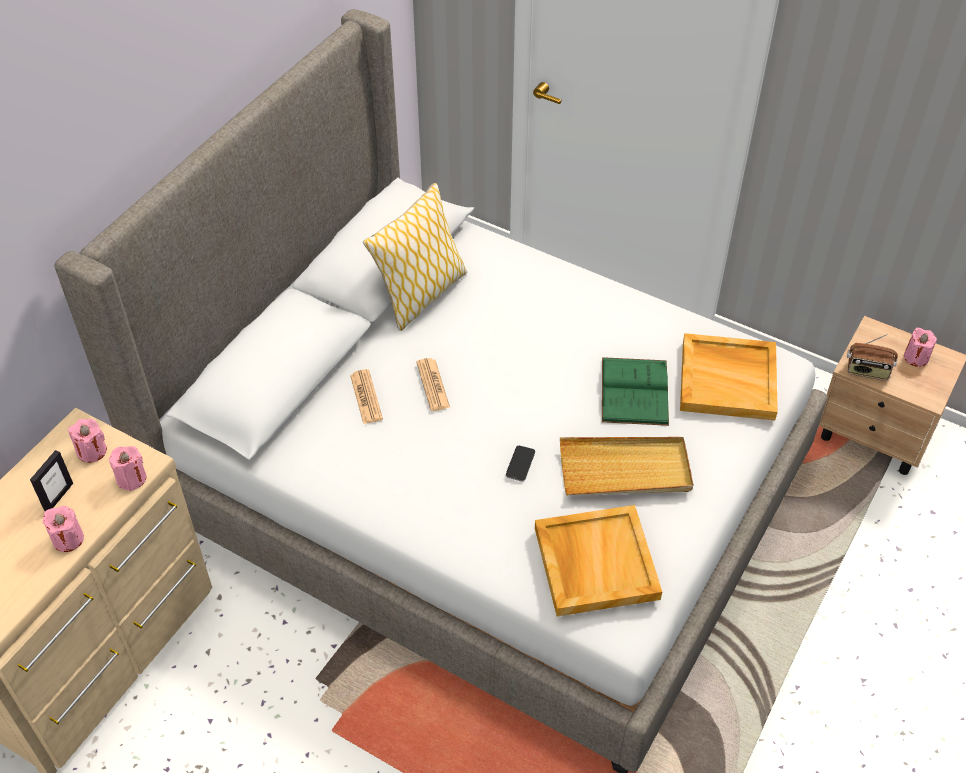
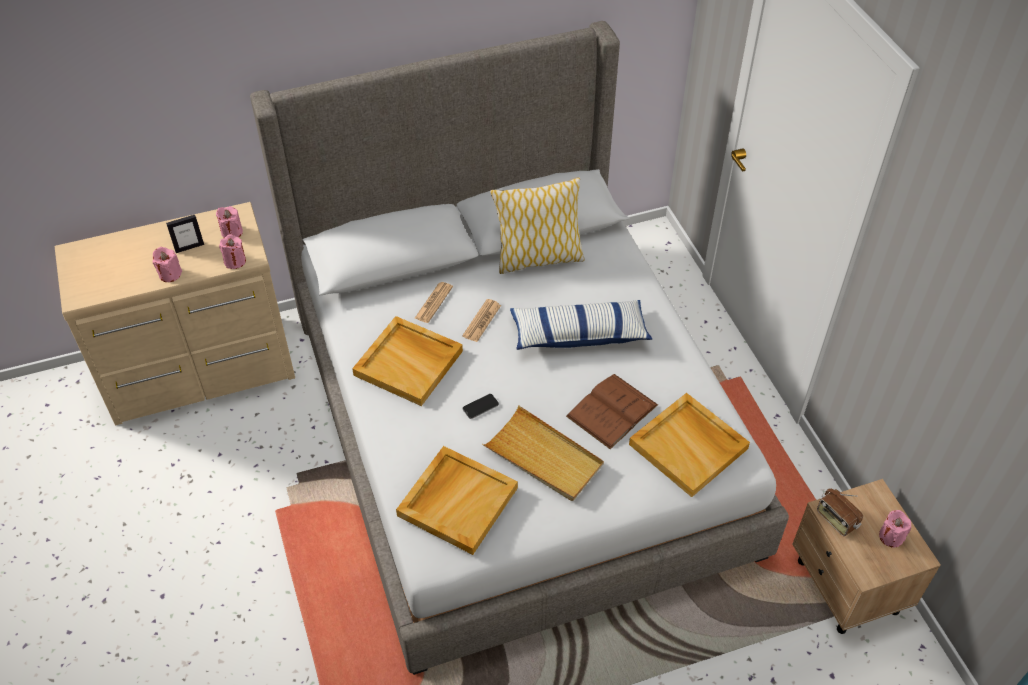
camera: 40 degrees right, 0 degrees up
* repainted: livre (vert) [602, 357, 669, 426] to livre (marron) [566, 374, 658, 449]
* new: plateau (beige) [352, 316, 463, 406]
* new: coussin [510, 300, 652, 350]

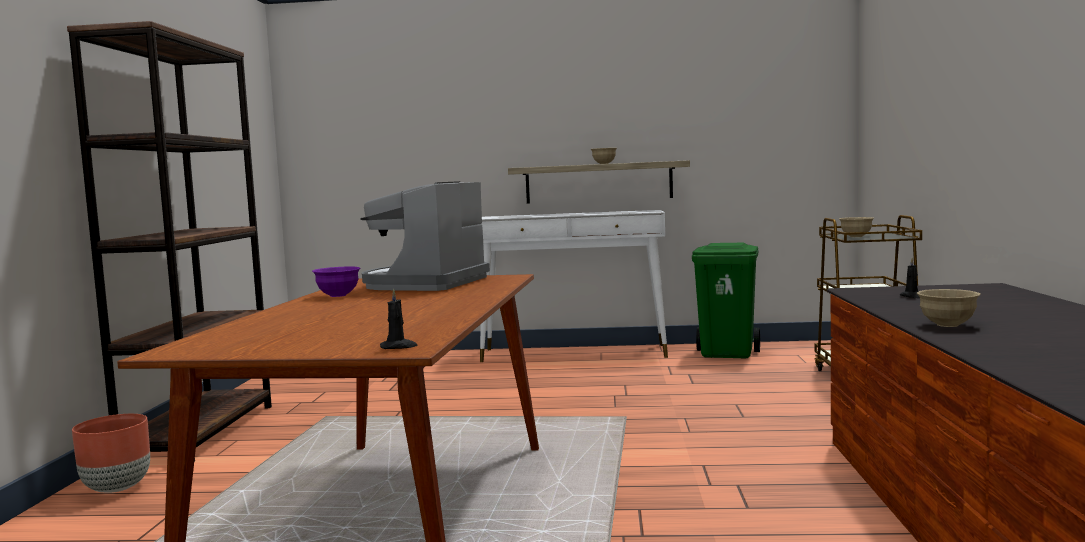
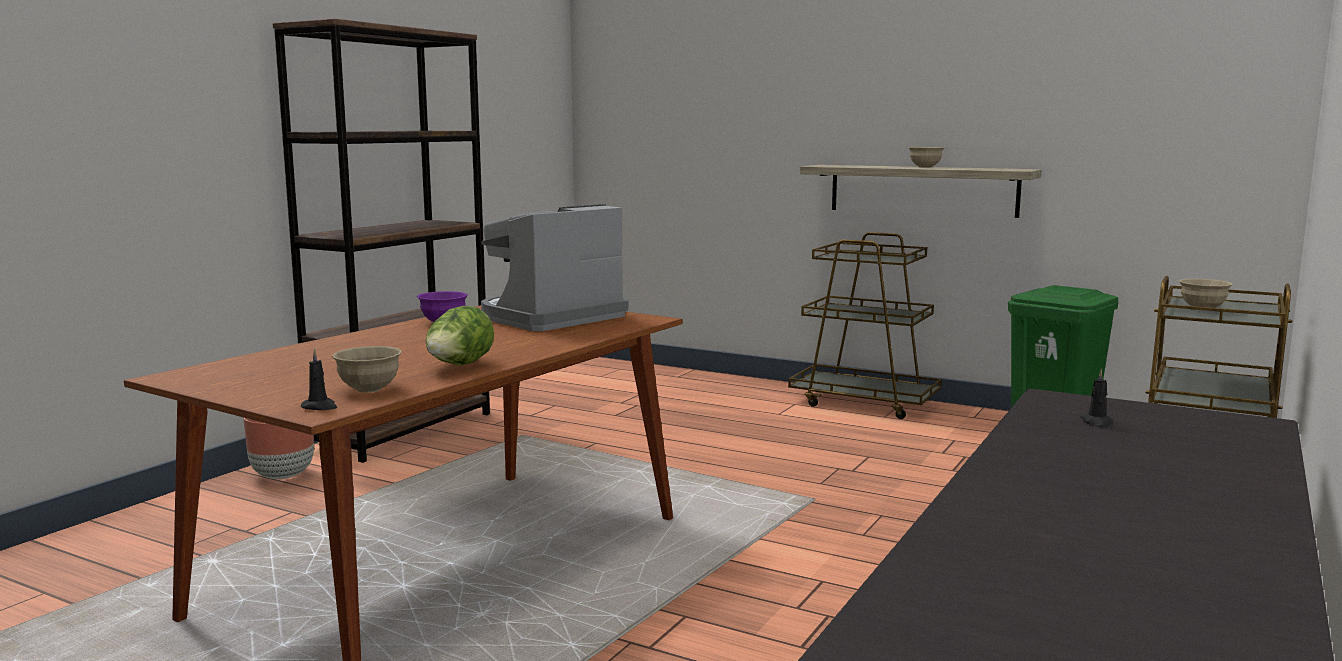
camera: 25 degrees right, 5 degrees up
* swapped: table console (blanc) [480, 210, 668, 362] to chariot (marron) [788, 232, 942, 419]
* shifted: bol (beige) [917, 289, 981, 327] to [332, 346, 402, 393]
* new: laitue [425, 306, 494, 365]

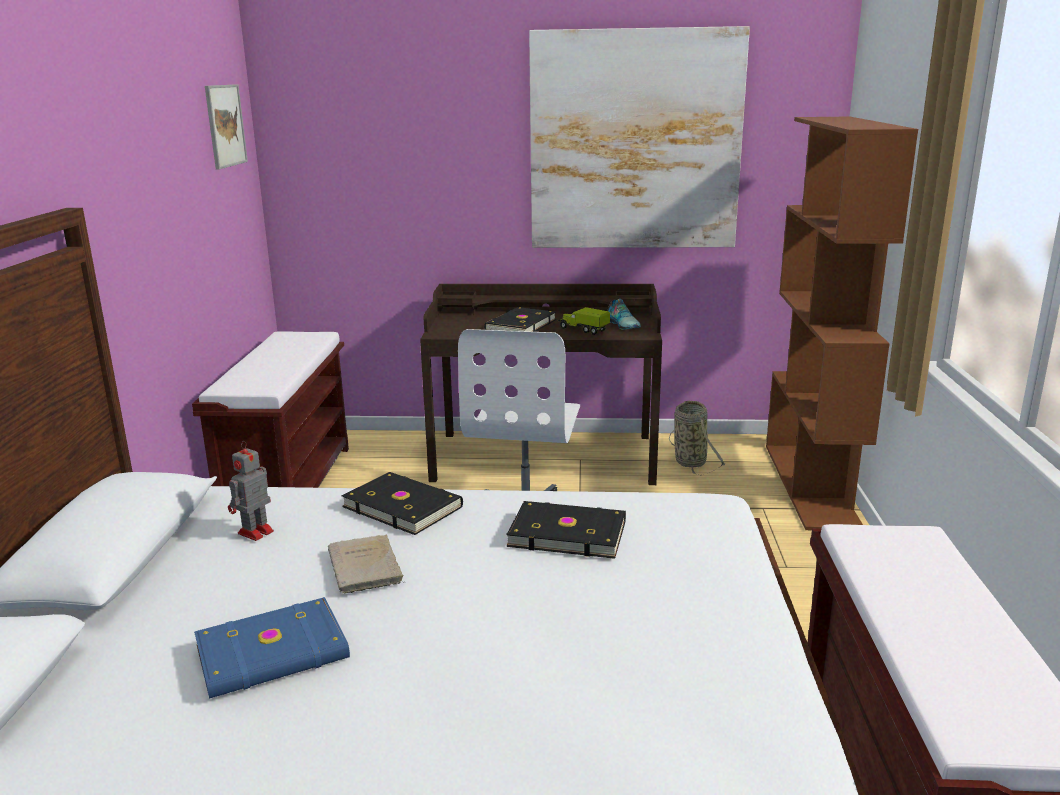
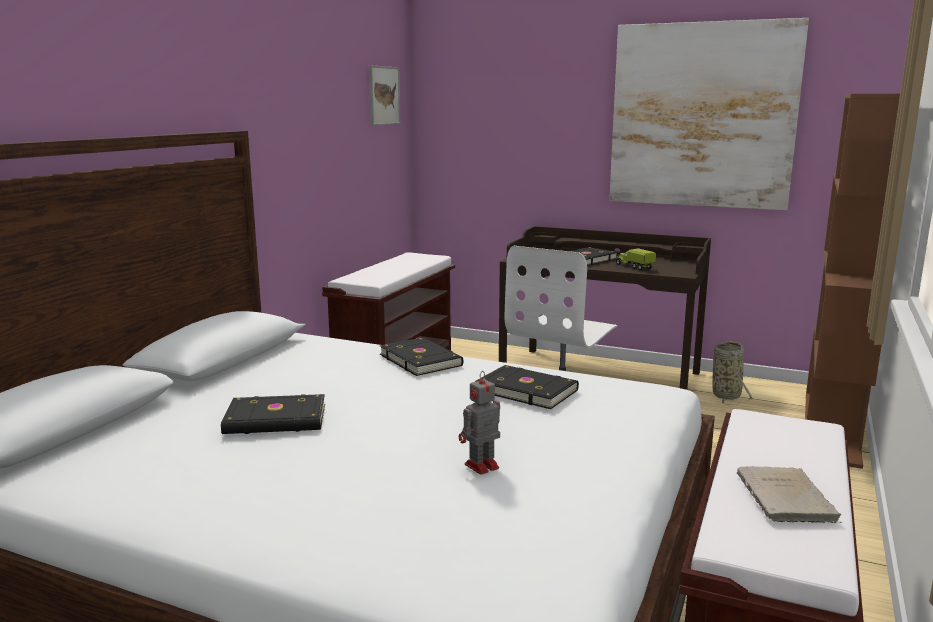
camera: 20 degrees right, 5 degrees down
* repainted: livre (bleu) [194, 597, 350, 699] to livre (noir) [221, 394, 325, 434]
* shifted: robot jouet [228, 441, 274, 541] to [459, 371, 500, 475]
* shifted: livre (beige) [328, 535, 404, 594] to [737, 466, 843, 523]
* gone: chaussure [607, 299, 641, 329]

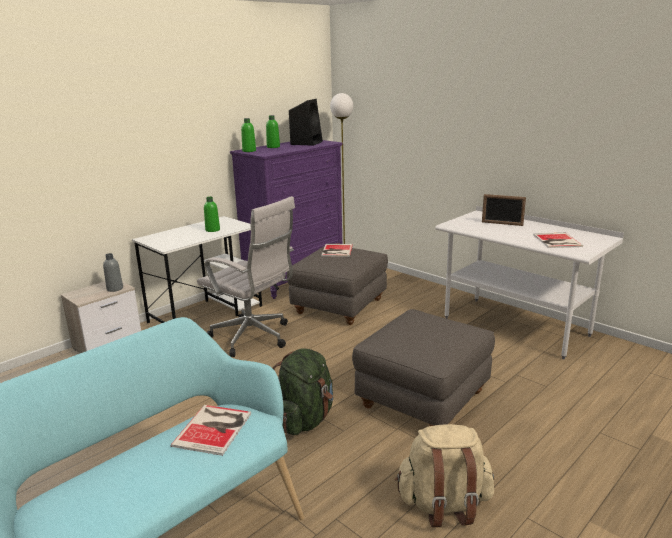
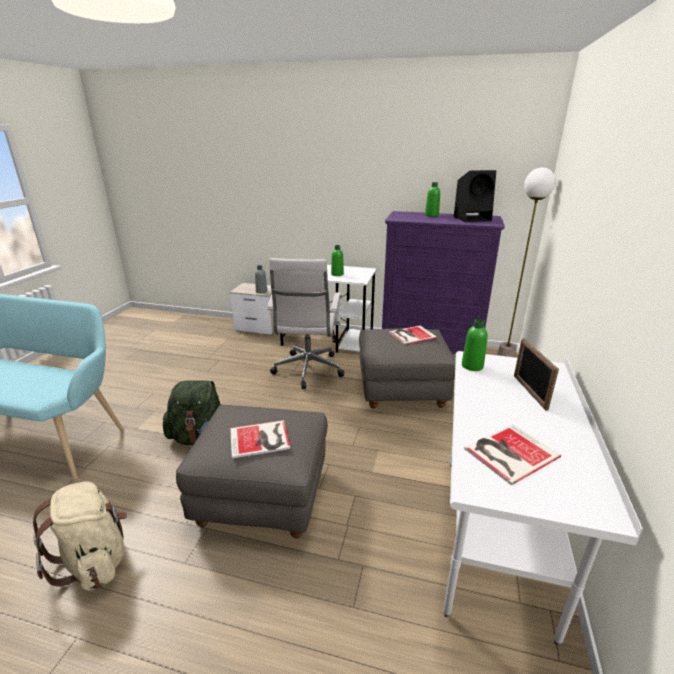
camera: 60 degrees right, 5 degrees up
* shifted: livre [171, 405, 251, 456] to [230, 420, 290, 458]
* shifted: bouteille (vert) [241, 118, 256, 152] to [462, 319, 488, 371]

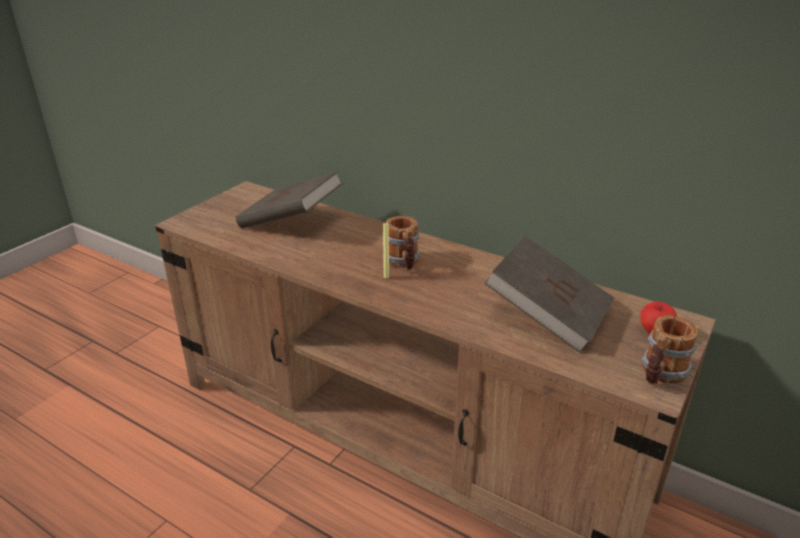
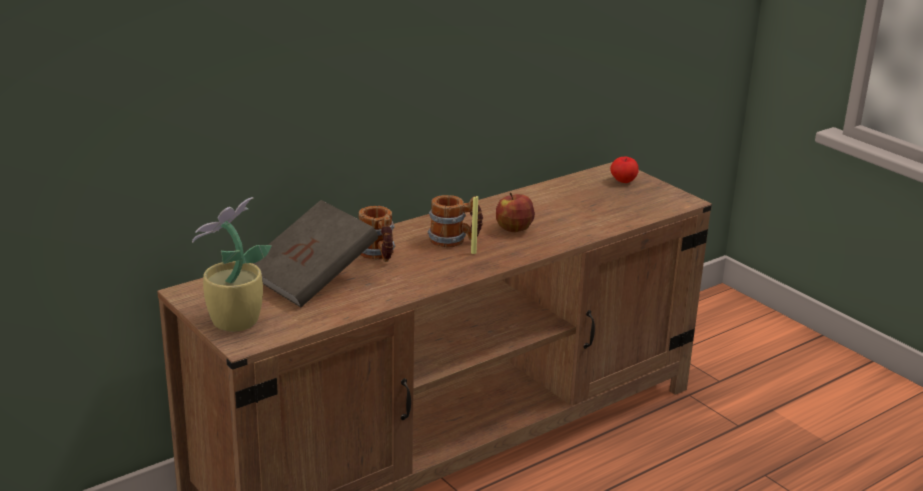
camera: 70 degrees left, 5 degrees down
* gone: livre (marron) [484, 235, 614, 353]
* shifted: mug [642, 315, 698, 385] to [359, 206, 395, 262]
* new: plante en pot [192, 197, 272, 332]
* new: pomme [496, 192, 535, 232]

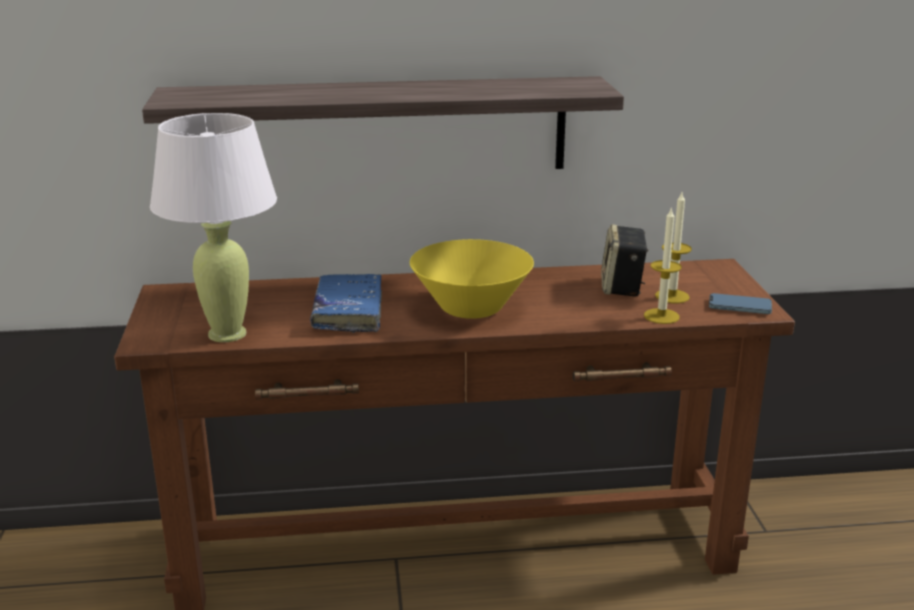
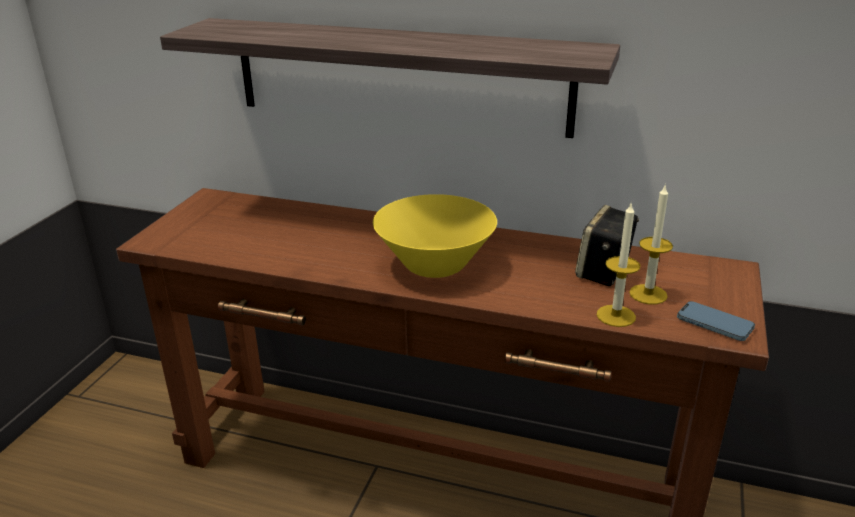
camera: 25 degrees right, 5 degrees up
* gone: lampe de table (blanc) [150, 113, 277, 342]
* gone: livre (bleu) [310, 274, 382, 333]

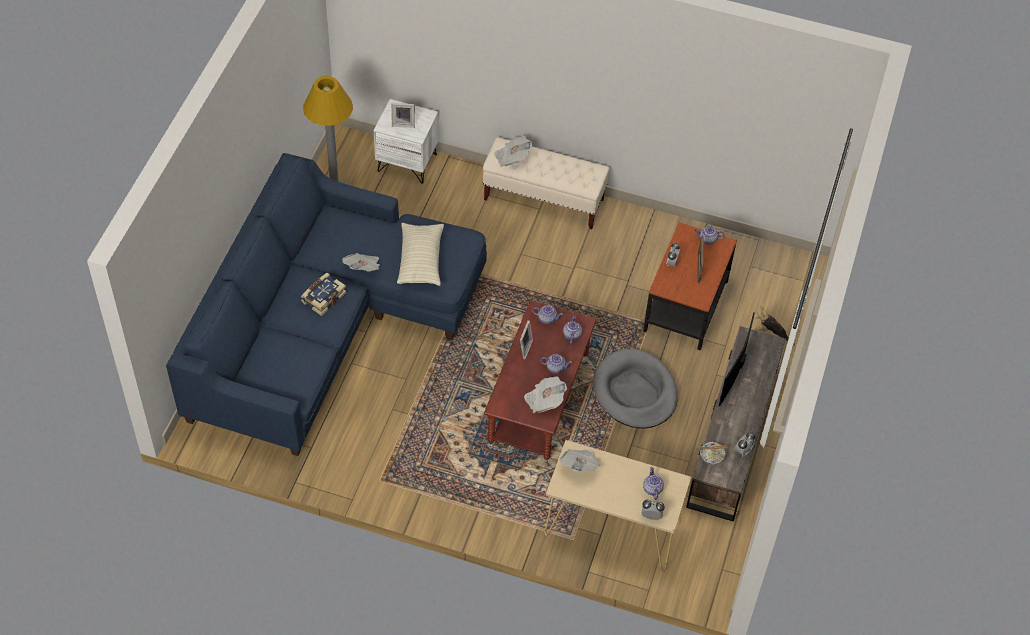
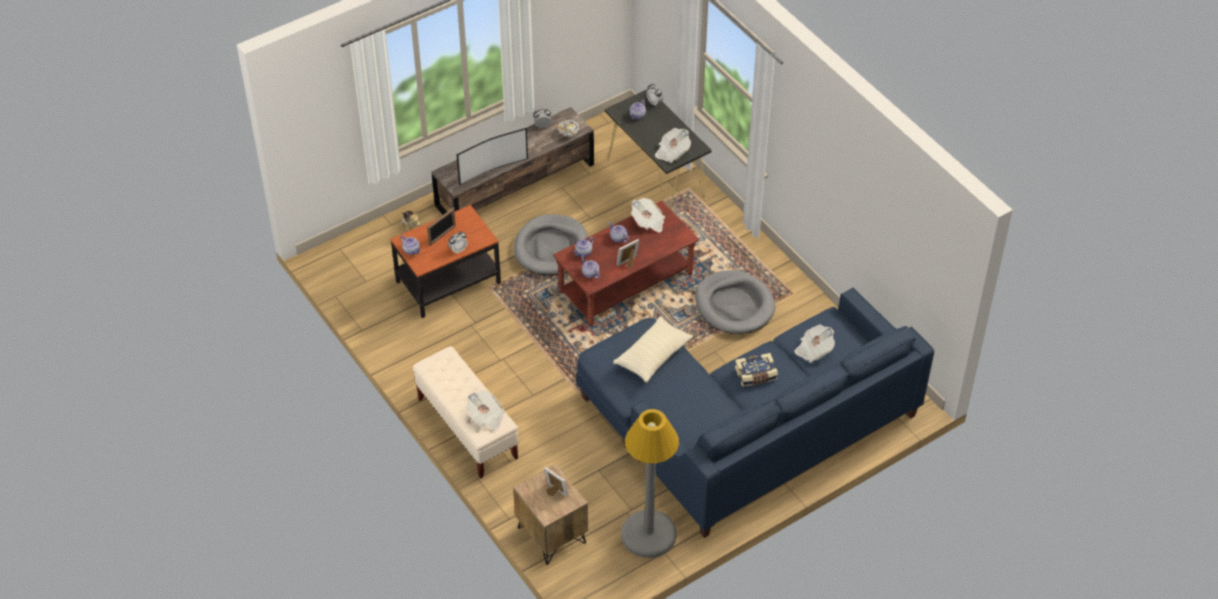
camera: 140 degrees left, 5 degrees down
* shifted: journal [342, 253, 380, 272] to [795, 324, 835, 363]
* repainted: table de chevet (blanc) [374, 99, 438, 184] to table de chevet (marron) [513, 464, 588, 565]
* repainted: table console (beige) [545, 440, 691, 571] to table console (noir) [605, 89, 712, 209]
* new: panier pour chien (gris) [695, 270, 776, 334]

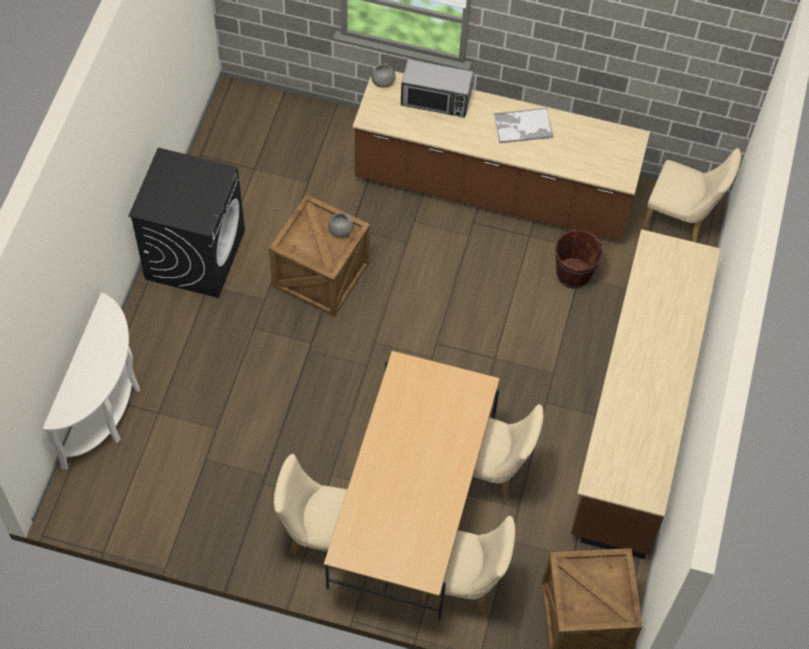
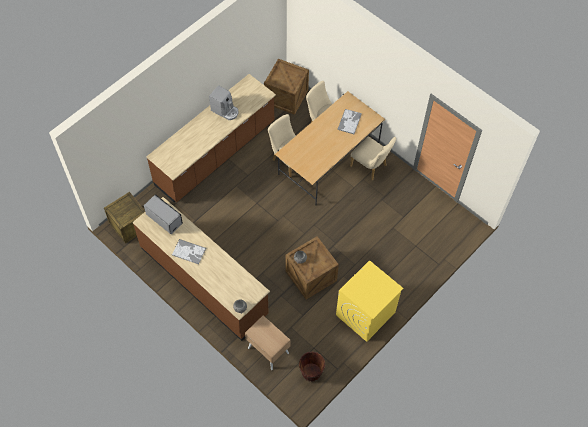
camera: 150 degrees left, 0 degrees up
* gone: table console (blanc) [43, 293, 140, 470]
* repainted: lave-linge (noir) [128, 147, 245, 298] to lave-linge (jaune) [336, 260, 403, 342]
* shifted: micro-ondes [401, 59, 474, 118] to [144, 194, 183, 234]
* shifted: seau (marron) [555, 230, 603, 289] to [299, 352, 325, 382]
* swapped: chaise (beige) [642, 148, 741, 243] to caisse [104, 192, 145, 244]
* new: machine à café [209, 85, 238, 120]
* new: table de chevet (beige) [245, 316, 290, 370]
* new: plateau [338, 109, 362, 134]

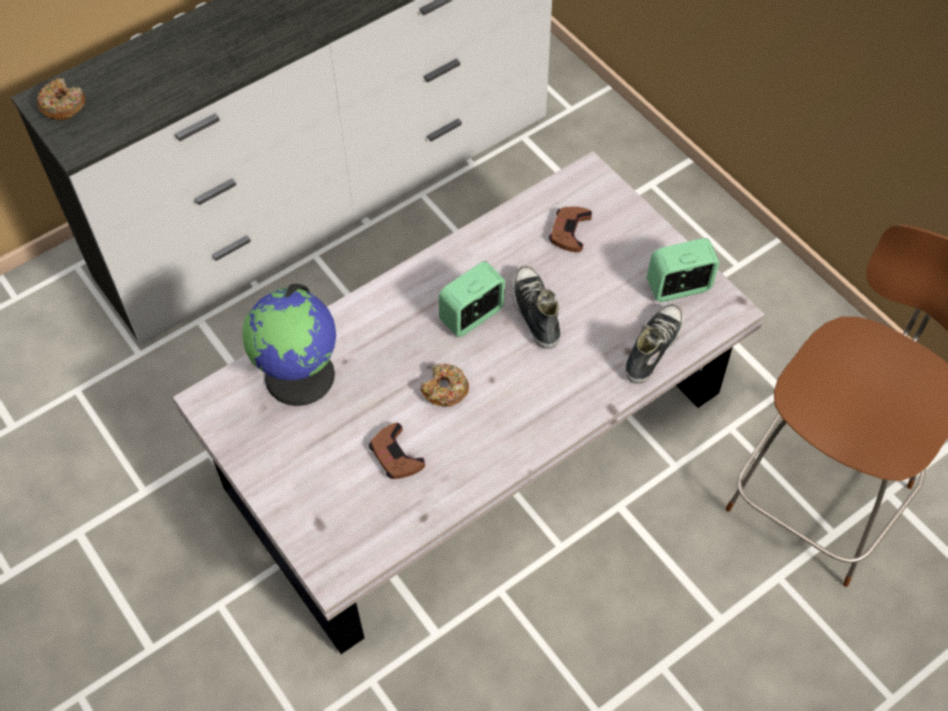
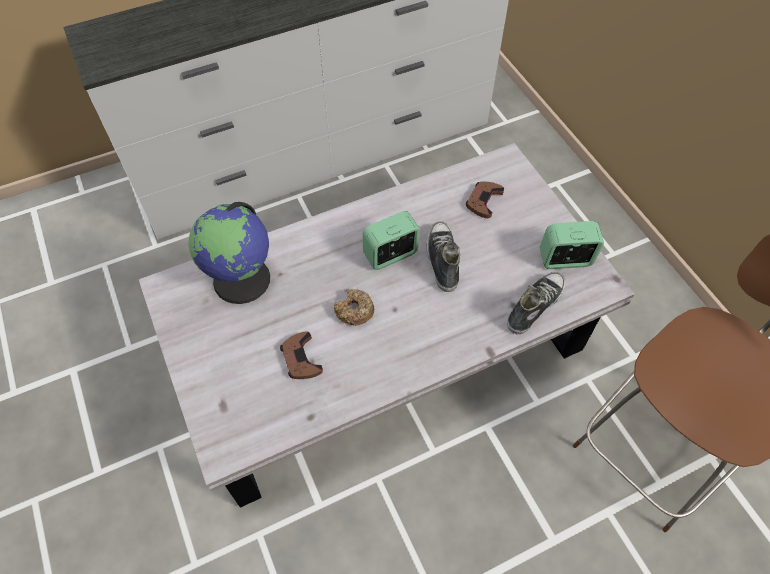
camera: 10 degrees right, 0 degrees up
* gone: beignet [37, 78, 85, 120]

